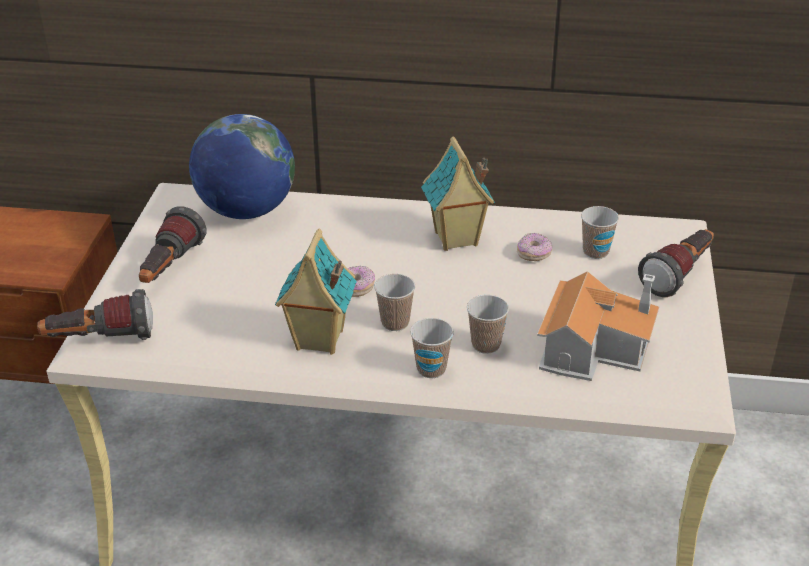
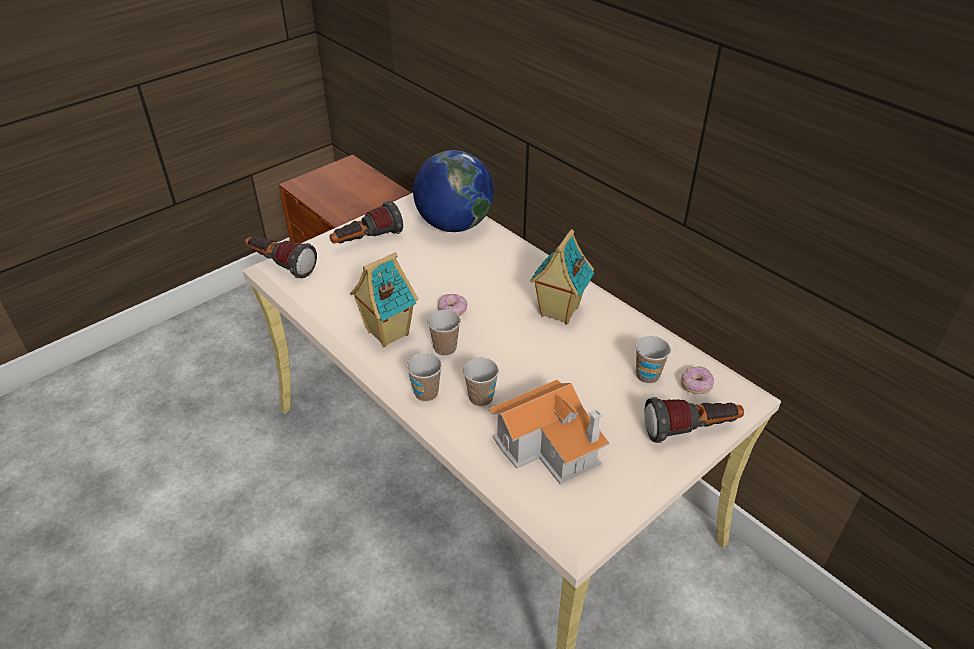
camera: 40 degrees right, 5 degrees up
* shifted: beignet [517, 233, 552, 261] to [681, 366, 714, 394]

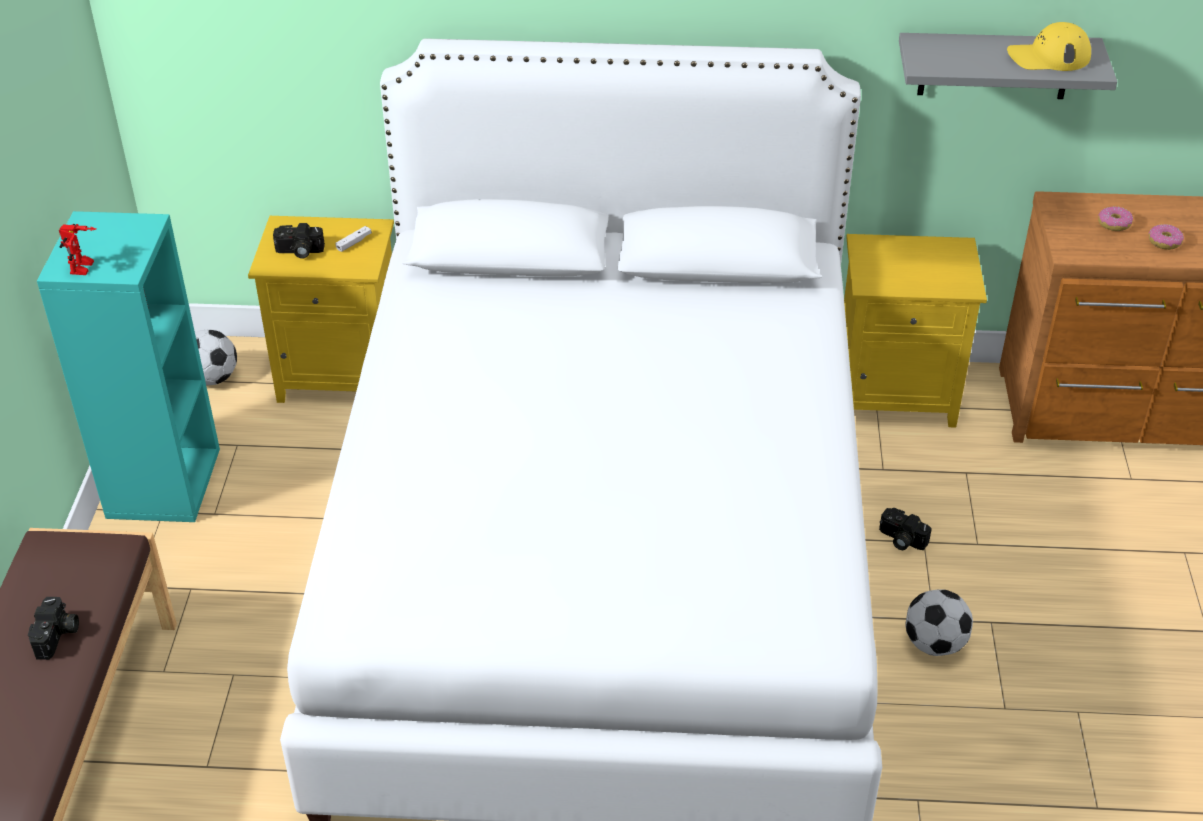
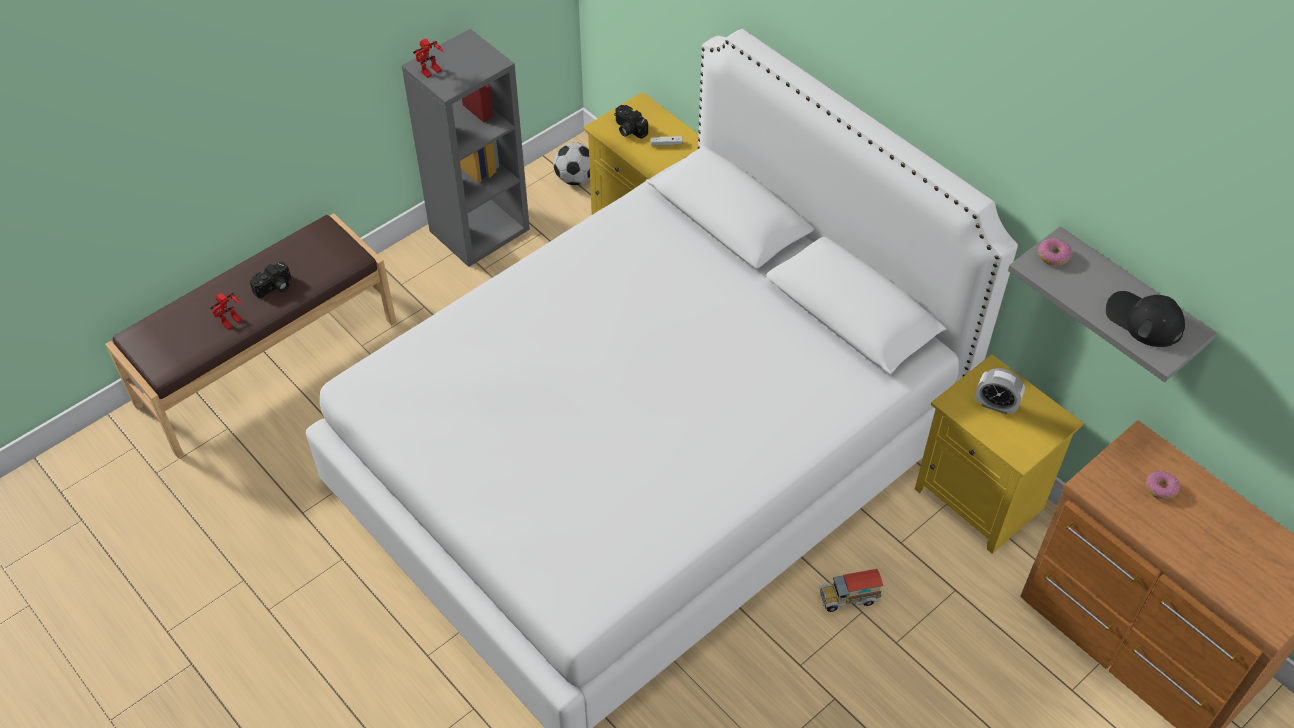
camera: 45 degrees right, 10 degrees up
* repainted: bibliothèque (turquoise) [37, 211, 220, 522] to bibliothèque (gris) [401, 29, 530, 267]
* swapped: appareil photo [879, 508, 932, 550] to camion jouet [819, 569, 883, 612]
* gone: ballon de foot [905, 589, 973, 656]
* repainted: casquette (jaune) [1007, 22, 1091, 71] to casquette (noir) [1106, 291, 1185, 347]
* shifted: beignet [1149, 224, 1184, 250] to [1038, 238, 1072, 266]
* new: robot jouet [210, 293, 242, 330]
* new: réveil [976, 368, 1025, 415]

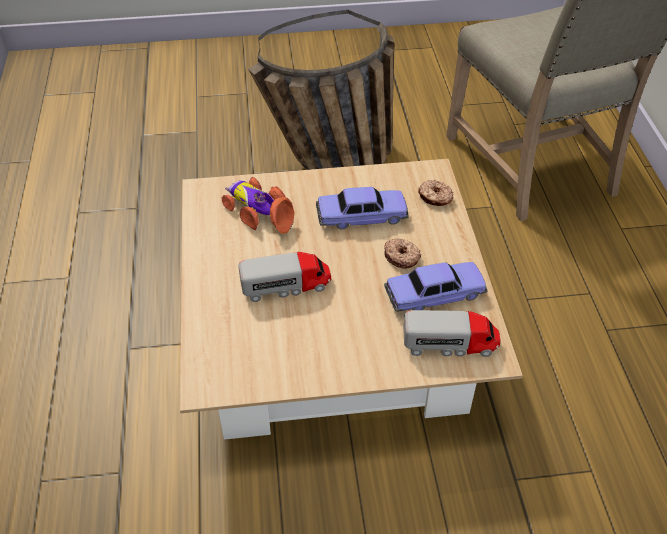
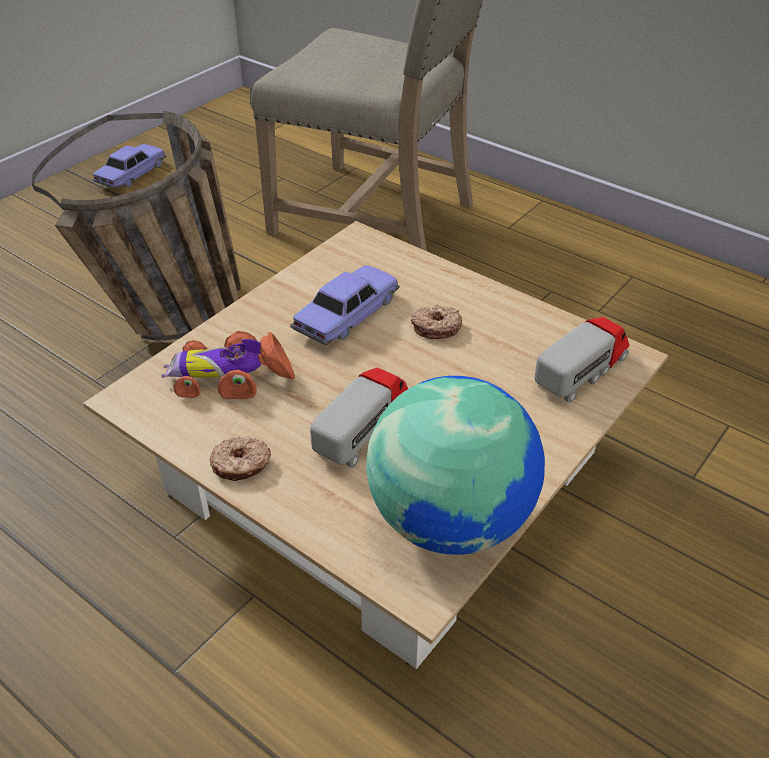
camera: 45 degrees left, 5 degrees down
* shifted: petite voiture [384, 262, 488, 312] to [92, 144, 166, 188]
* shifted: beignet [418, 180, 454, 206] to [210, 436, 271, 481]
* new: globe [366, 376, 545, 555]

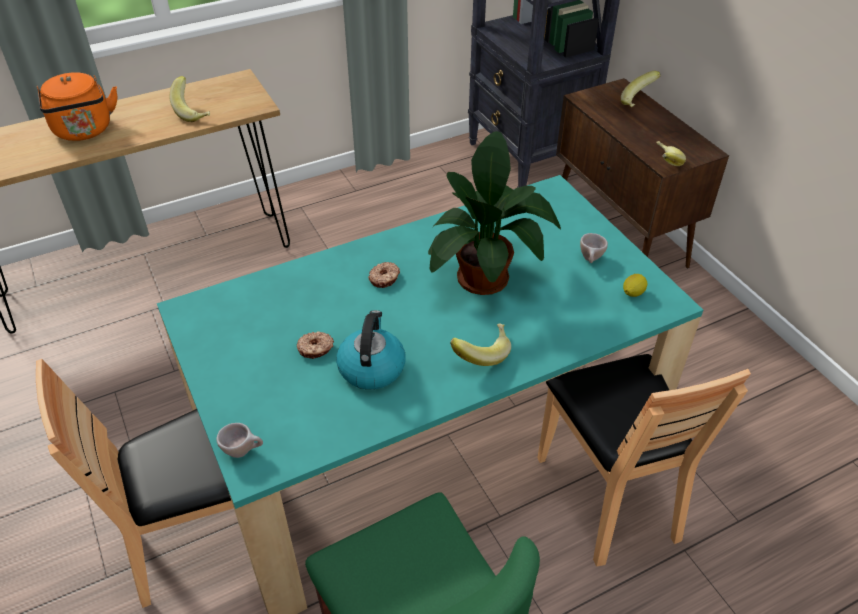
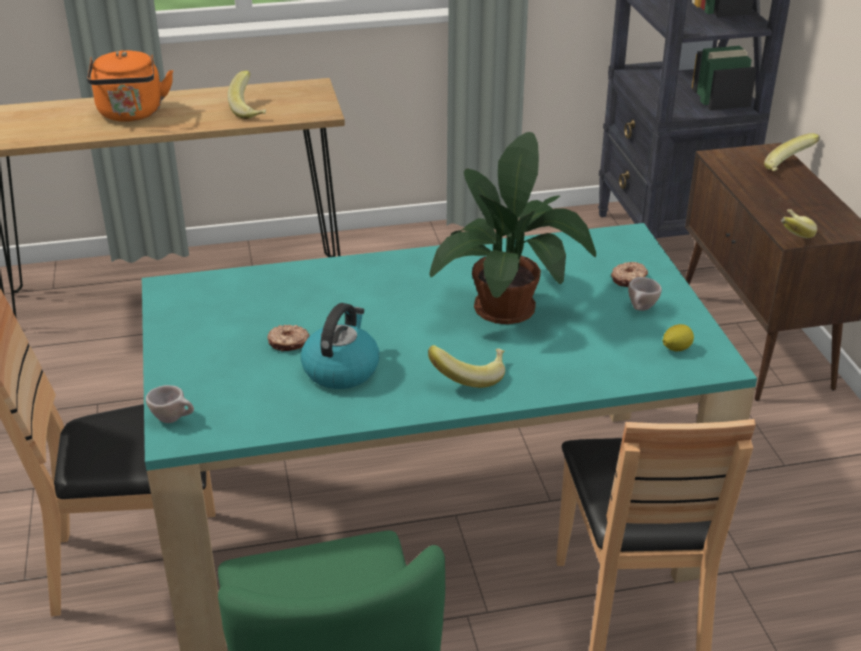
camera: 15 degrees right, 10 degrees down
* shifted: beignet [368, 262, 400, 288] to [611, 262, 648, 287]

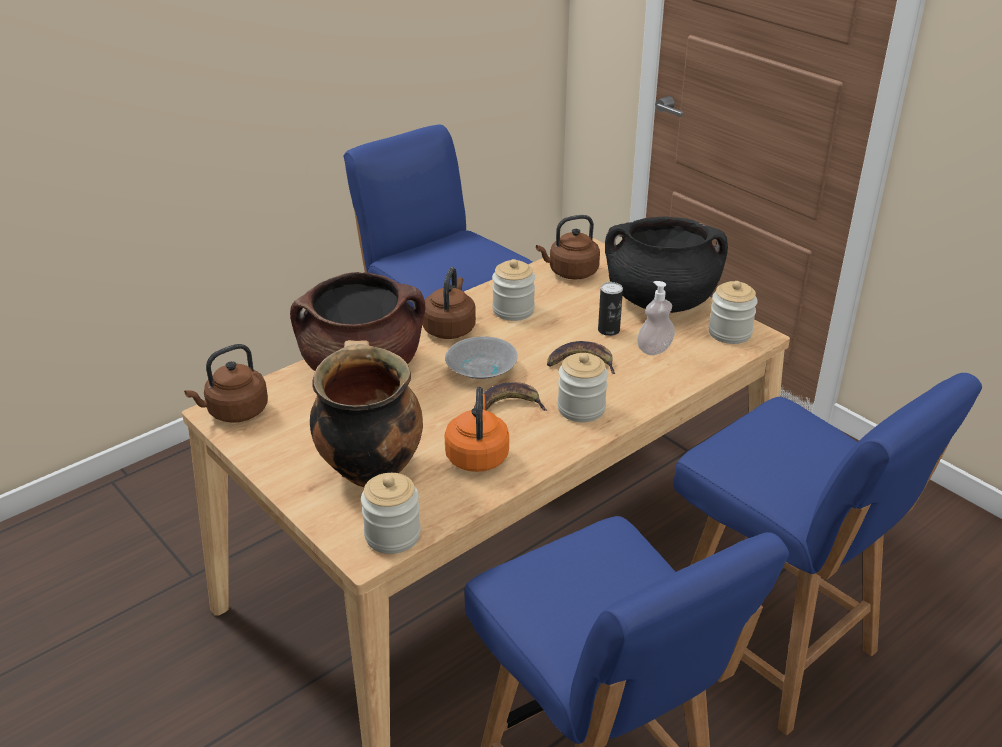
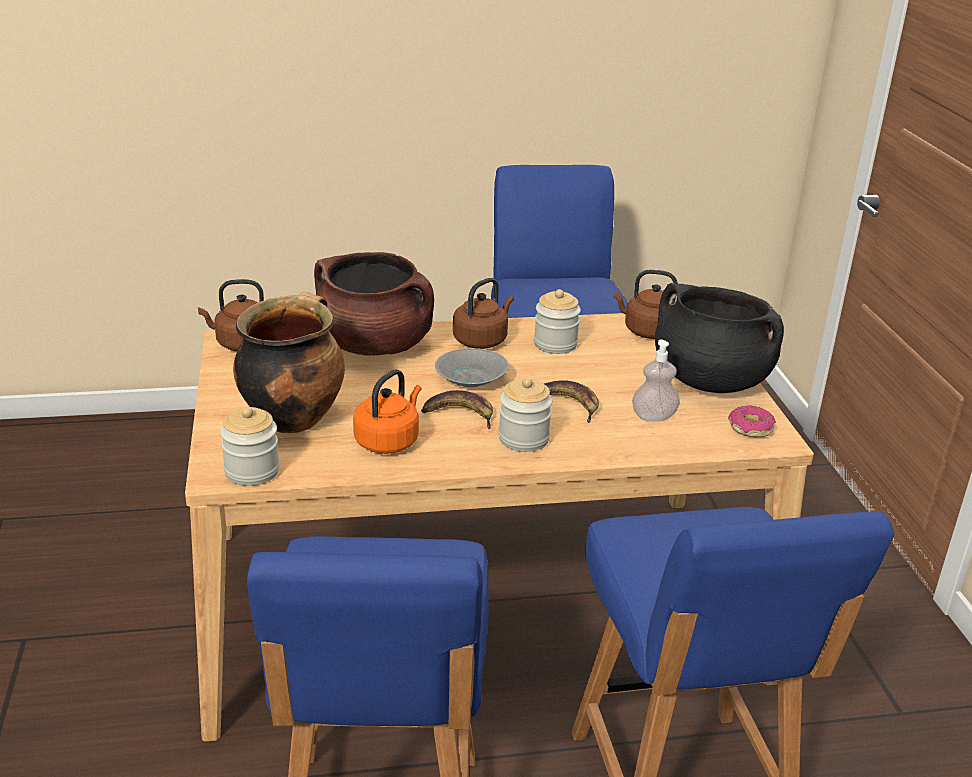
camera: 30 degrees right, 5 degrees down
* gone: boîte métallique [598, 282, 623, 336]
* swapped: bocal [708, 281, 758, 344] to beignet [728, 406, 776, 437]

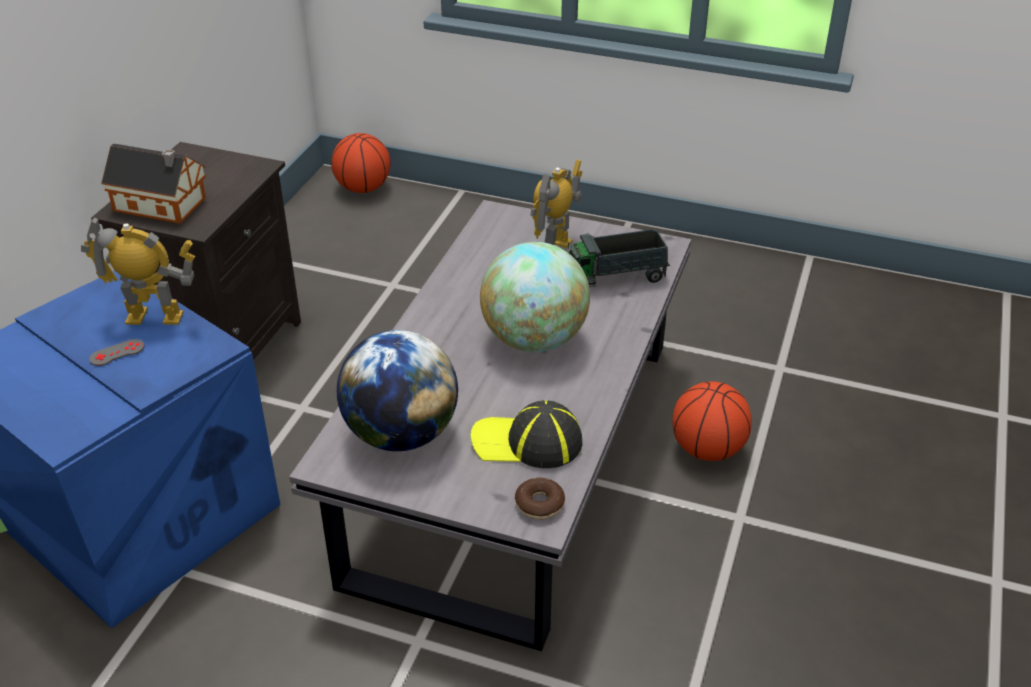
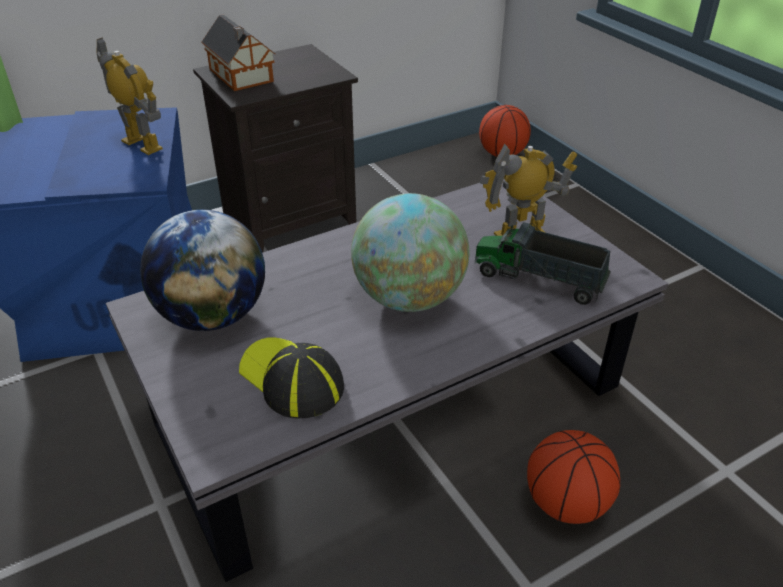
camera: 40 degrees right, 0 degrees up
* gone: manette (gris) [89, 339, 144, 366]
* gone: beignet [515, 478, 565, 520]

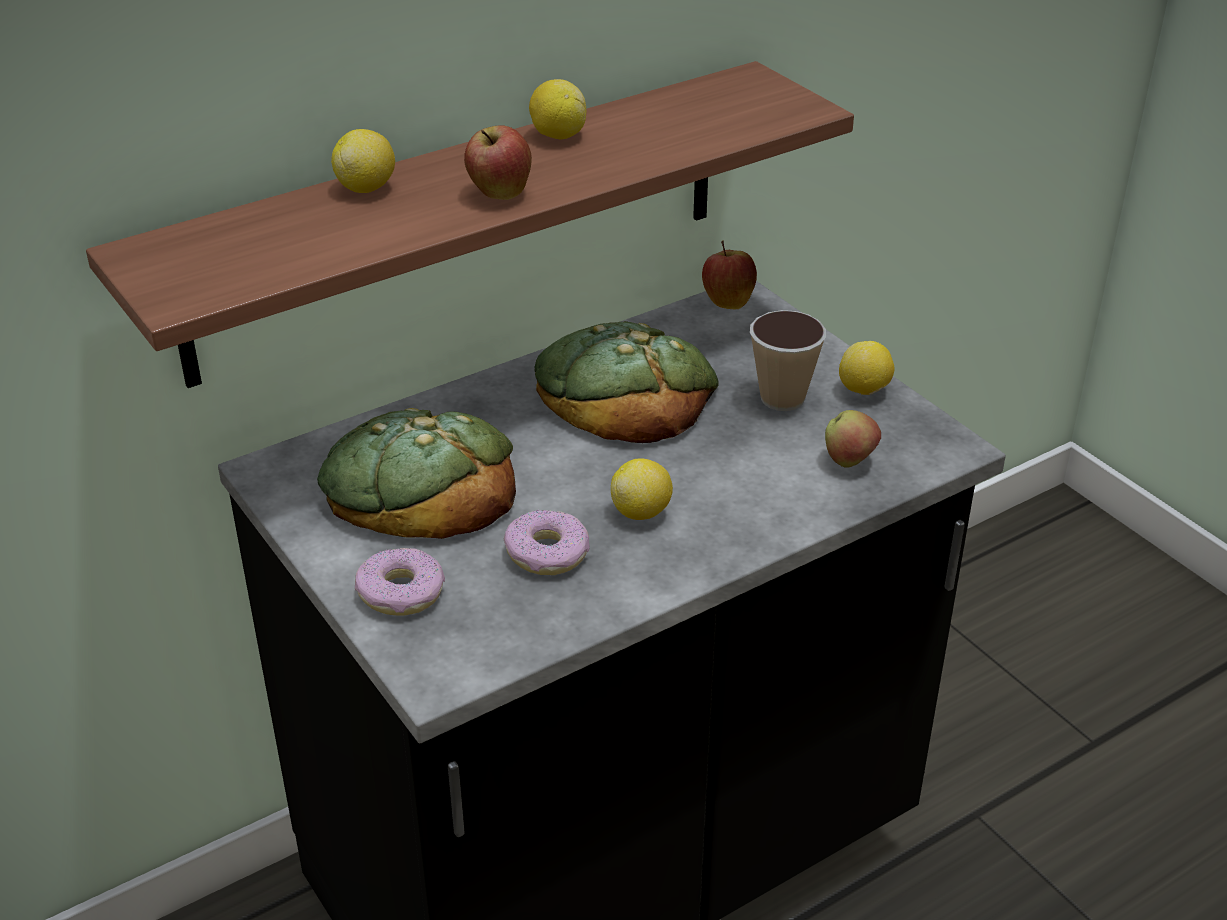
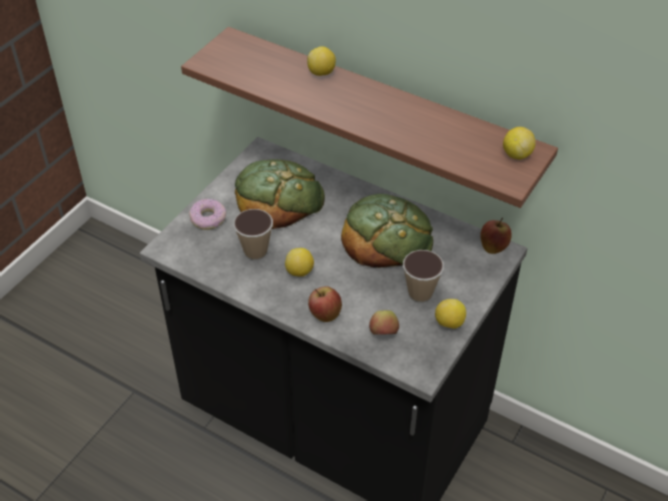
camera: 65 degrees right, 10 degrees up
* shifted: pomme [464, 125, 532, 200] to [308, 286, 342, 322]
* swapped: beignet [504, 510, 590, 575] to tasse [233, 209, 273, 260]
* shifted: citron [529, 79, 586, 140] to [503, 127, 536, 159]

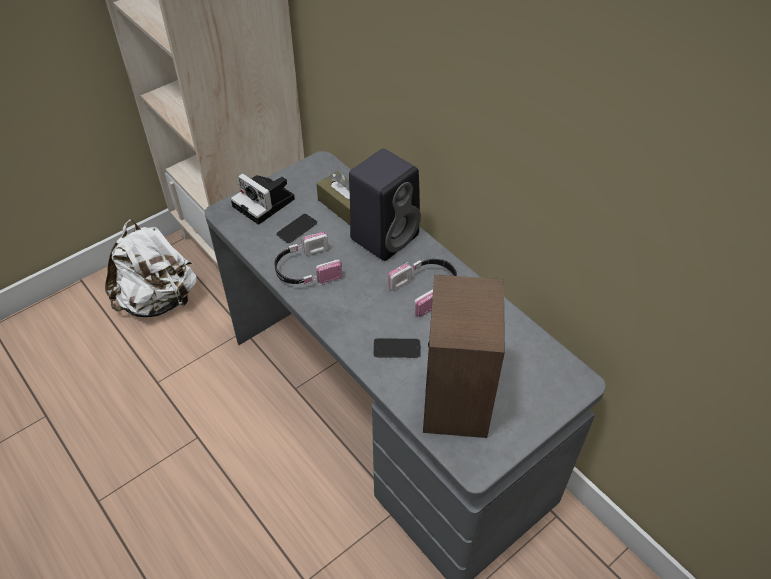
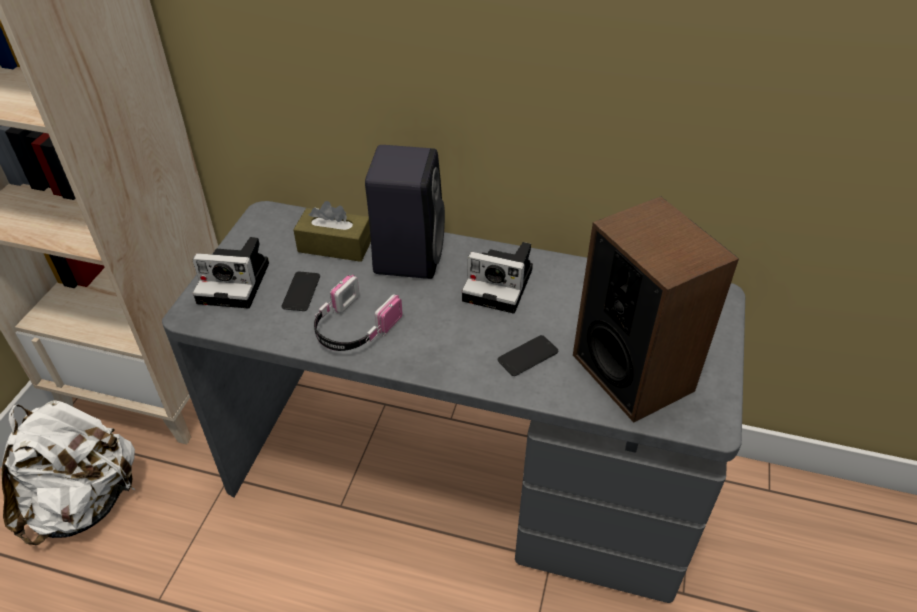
camera: 35 degrees left, 5 degrees down
* swapped: casque audio [388, 259, 457, 317] to appareil photo [462, 242, 533, 314]

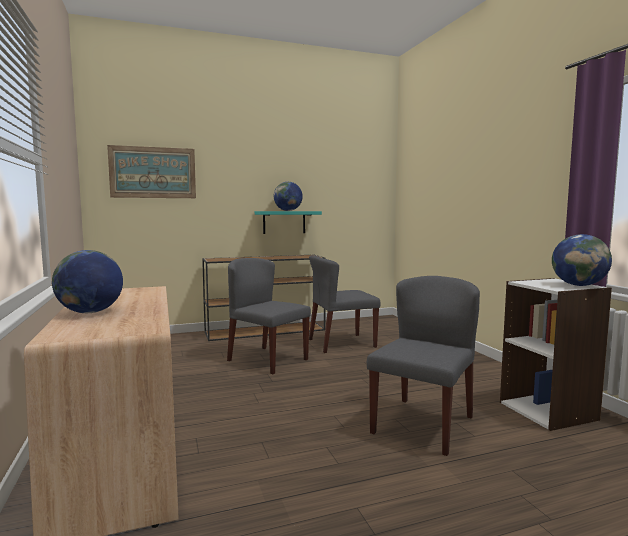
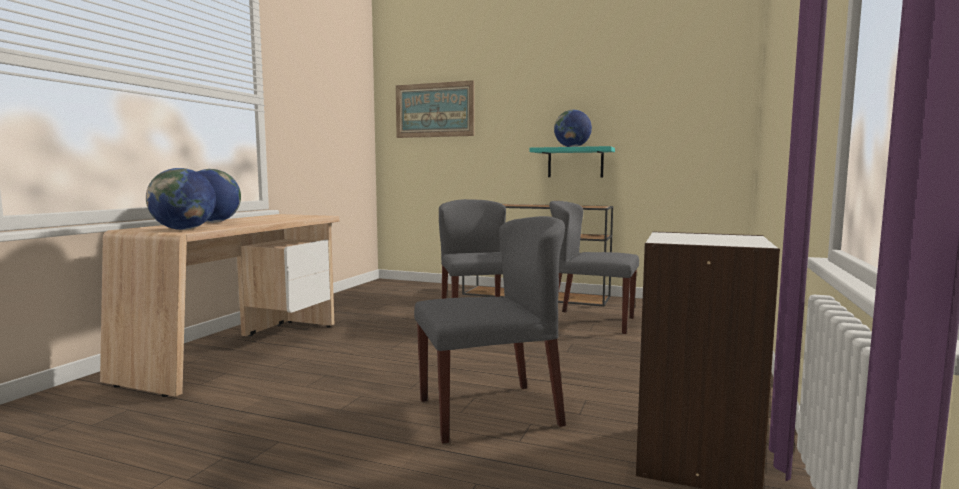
camera: 40 degrees right, 0 degrees up
* shifted: globe [552, 234, 612, 286] to [146, 168, 216, 230]

